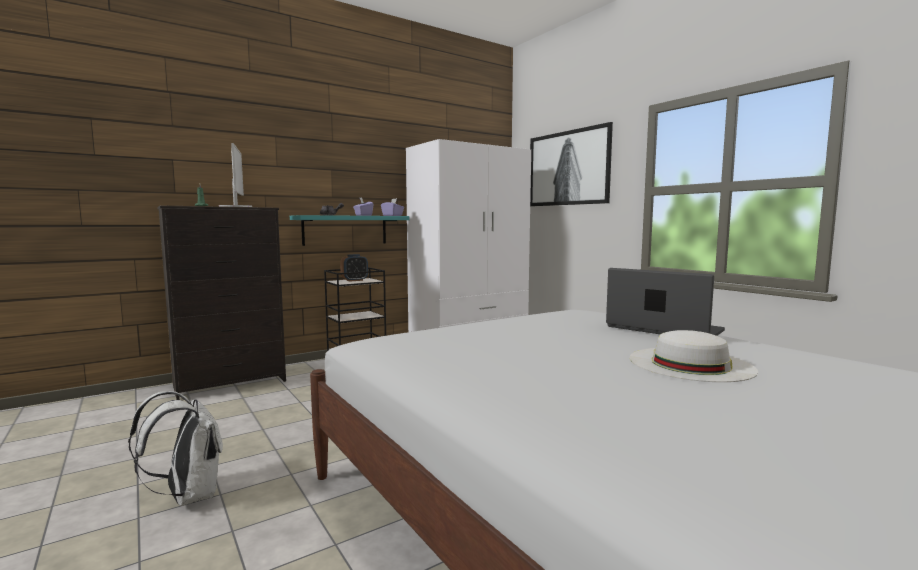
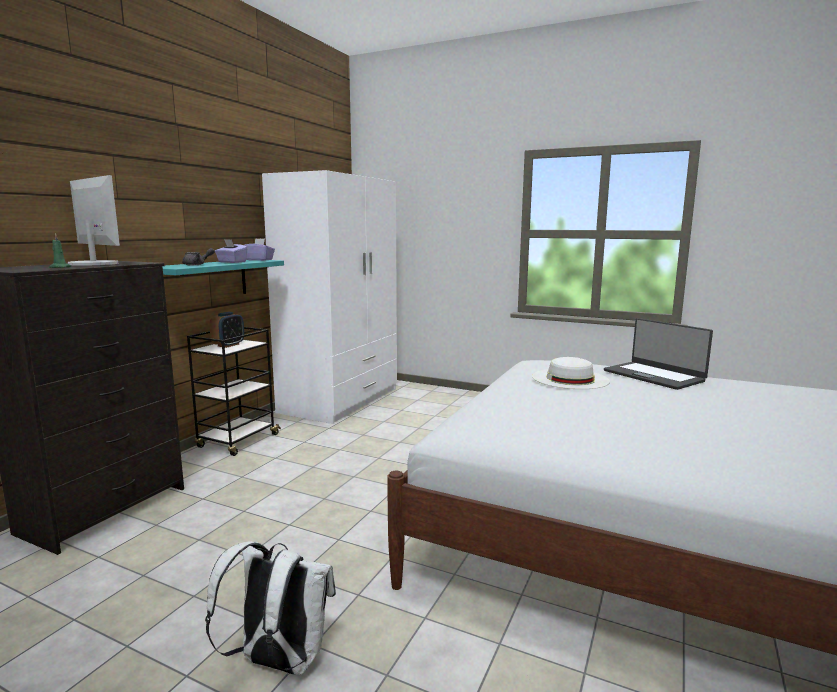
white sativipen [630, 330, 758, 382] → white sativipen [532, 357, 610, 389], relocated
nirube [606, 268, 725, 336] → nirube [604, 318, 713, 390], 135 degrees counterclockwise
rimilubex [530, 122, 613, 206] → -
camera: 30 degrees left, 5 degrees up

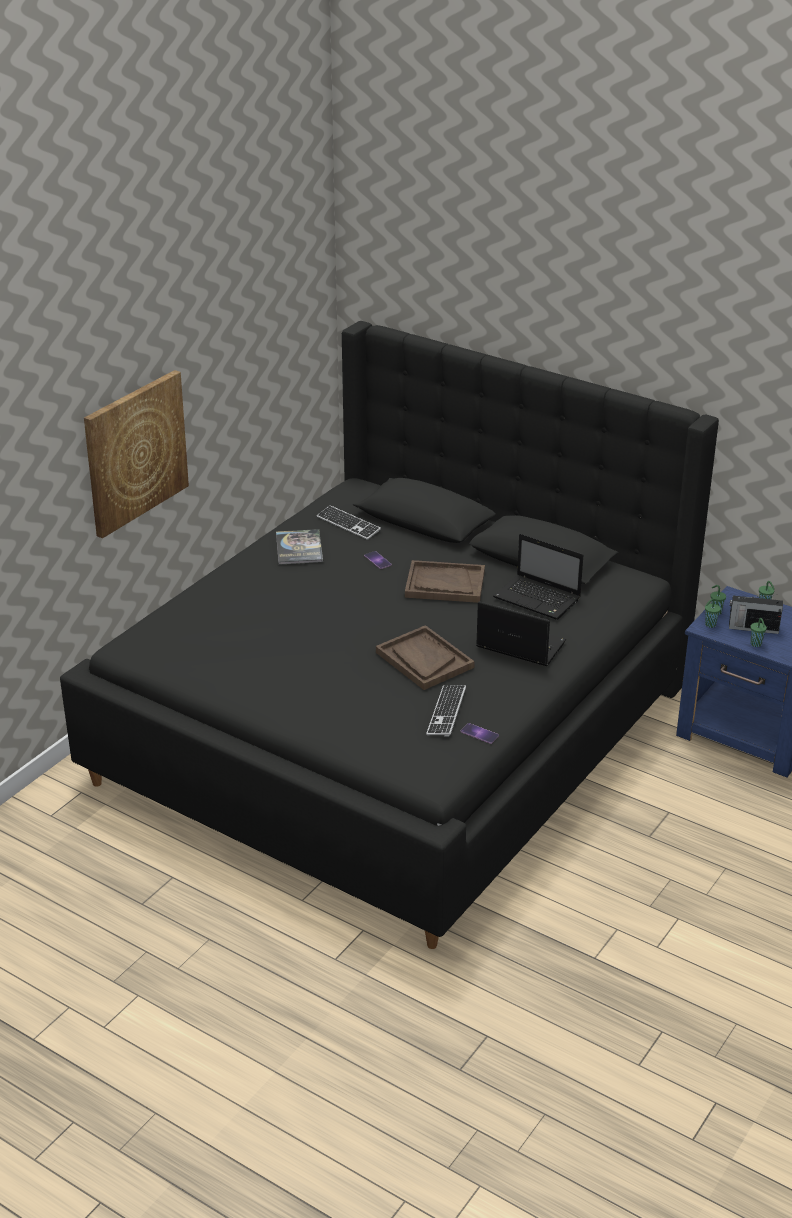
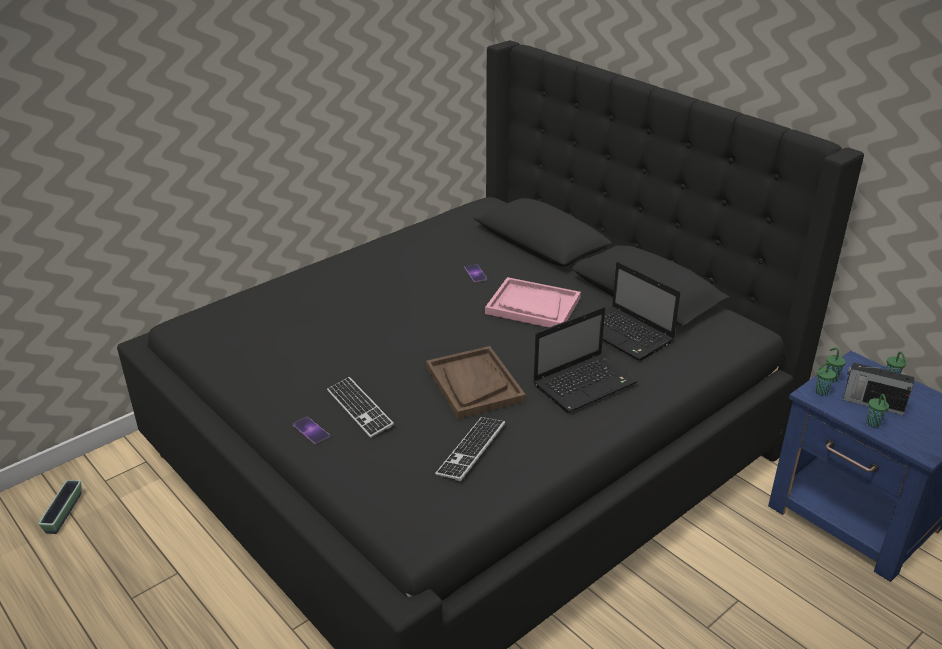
- → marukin [38, 480, 81, 534]
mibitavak [460, 723, 499, 744] → mibitavak [293, 417, 330, 444], relocated
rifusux [317, 505, 381, 540] → rifusux [327, 377, 394, 438], relocated
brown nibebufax [405, 560, 485, 603] → pink nibebufax [485, 277, 581, 328]
nirube [476, 601, 566, 666] → nirube [533, 307, 638, 413], 105 degrees clockwise
rimilubex [84, 370, 189, 538] → -
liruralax [276, 529, 323, 565] → -
camera: 15 degrees right, 0 degrees up

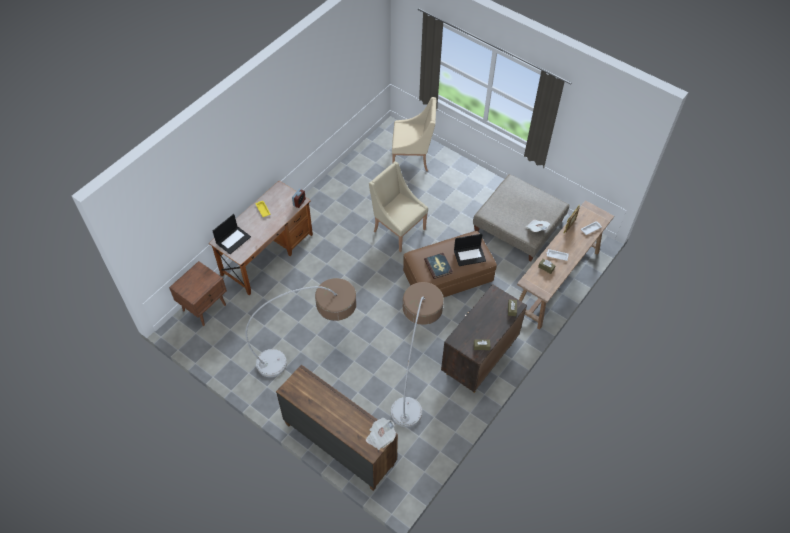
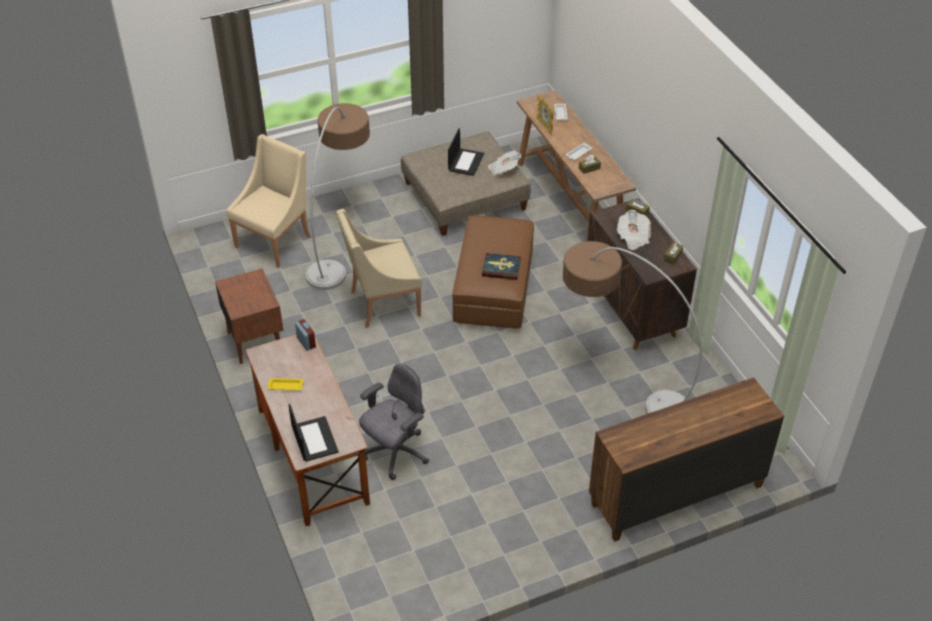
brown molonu [169, 261, 227, 326] → brown molonu [215, 268, 284, 364], relocated
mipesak [245, 278, 357, 377] → mipesak [305, 103, 370, 290], relocated
- → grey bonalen [359, 363, 429, 480]
nirube [454, 234, 486, 266] → nirube [448, 128, 484, 176], relocated
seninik [366, 418, 396, 450] → seninik [617, 210, 651, 250], relocated
camera: 60 degrees left, 10 degrees down

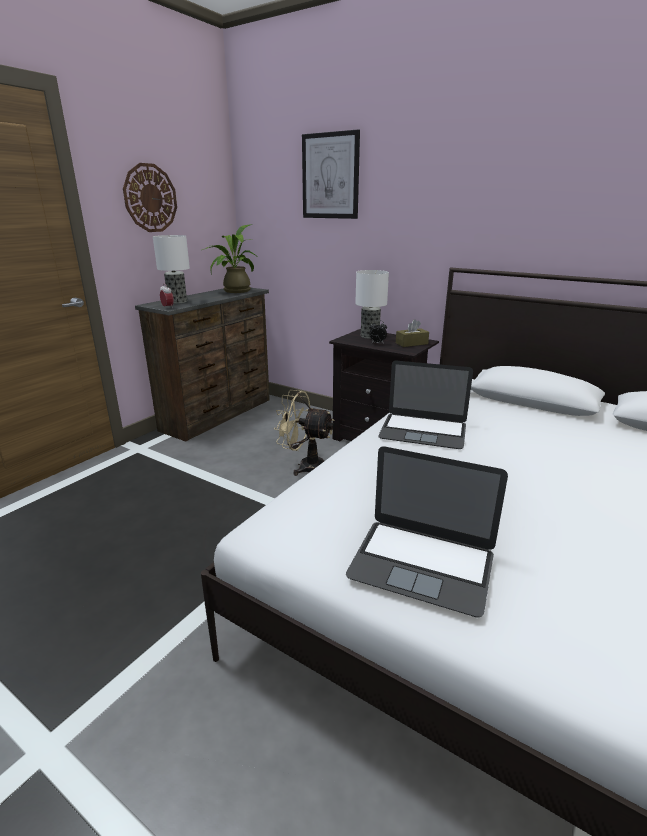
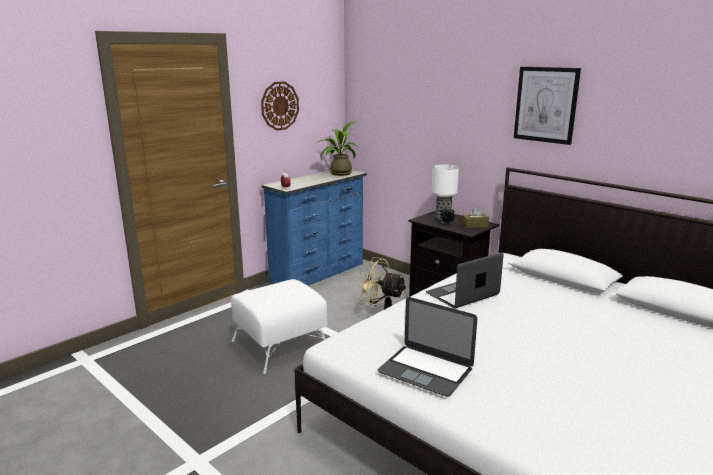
- → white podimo [231, 279, 328, 374]
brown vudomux [135, 288, 270, 442] → blue vudomux [262, 170, 367, 286]
nirube [378, 361, 473, 449] → nirube [426, 253, 504, 308], 120 degrees clockwise
rimilubex [302, 129, 360, 219] → rimilubex [514, 67, 581, 145], relocated
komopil [153, 235, 190, 304] → -
camera: 10 degrees right, 5 degrees down

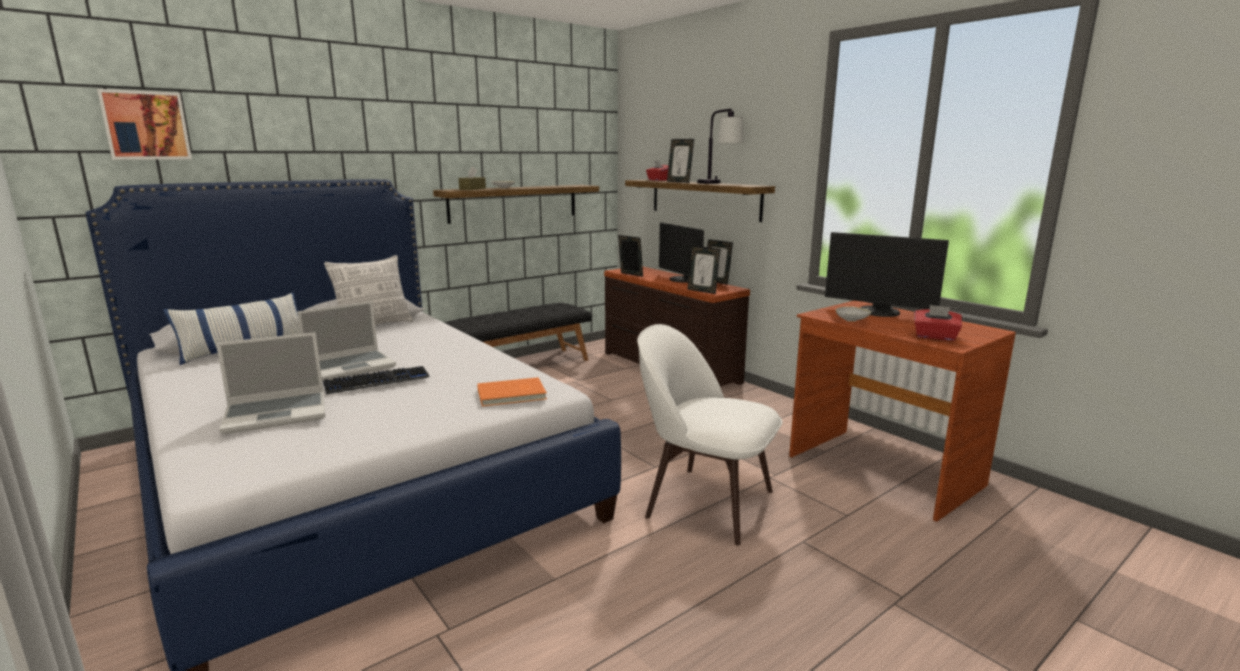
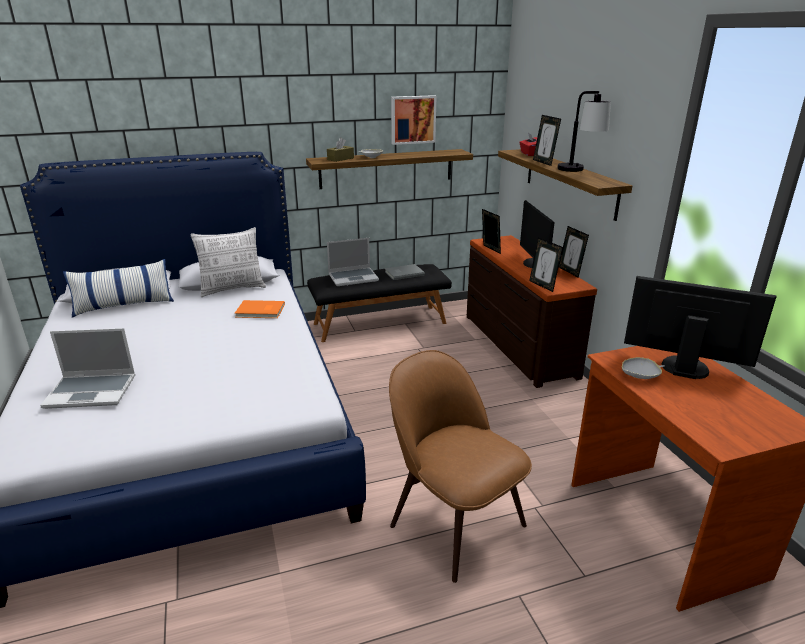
orange liruralax [477, 377, 547, 406] → orange liruralax [234, 300, 285, 318], relocated
nirube [297, 301, 396, 382] → nirube [327, 238, 379, 286], relocated
- → grey liruralax [385, 264, 425, 280]
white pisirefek [637, 324, 783, 546] → brown pisirefek [389, 350, 532, 583]
rimilubex [97, 89, 192, 160] → rimilubex [391, 95, 436, 145], relocated
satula [825, 232, 949, 317] → satula [624, 276, 777, 379], 150 degrees clockwise
rifusux [323, 366, 430, 394] → -
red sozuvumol [915, 305, 962, 341] → -
camera: 20 degrees right, 10 degrees up

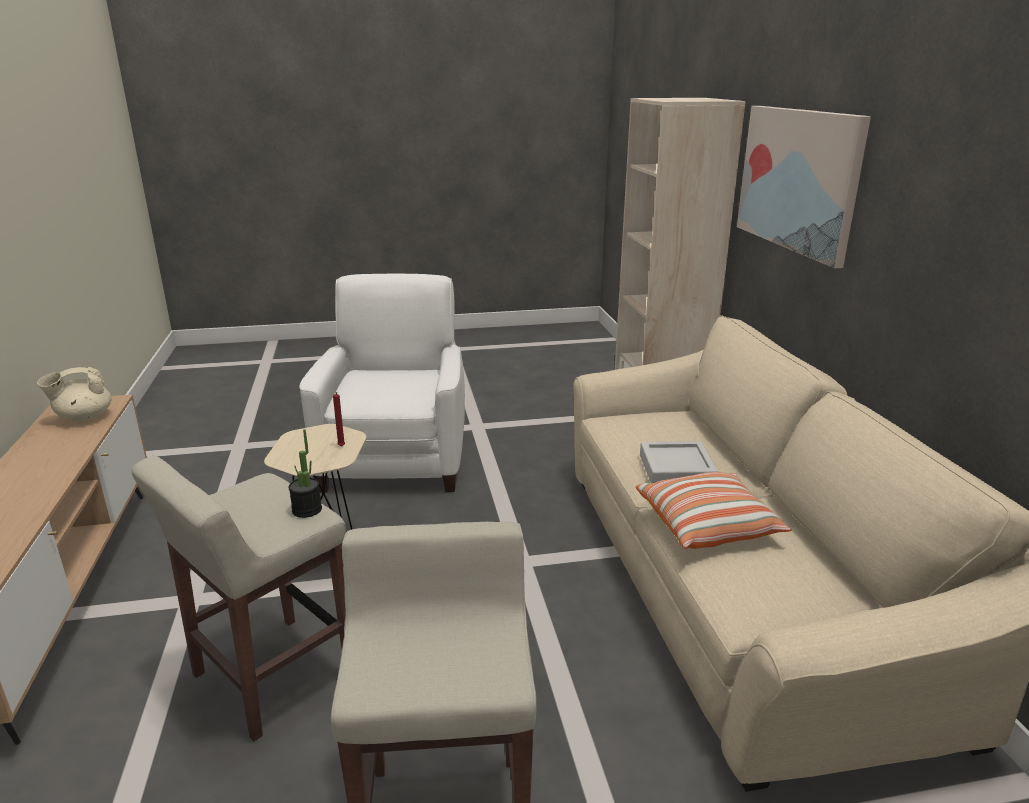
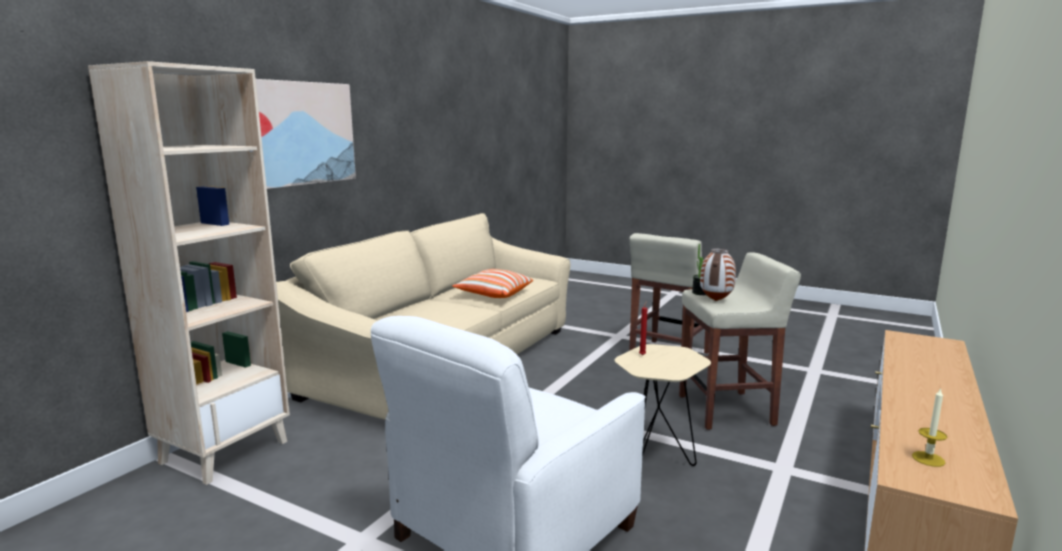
- → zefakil [700, 248, 736, 301]
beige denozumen [37, 367, 112, 422] → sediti [912, 388, 947, 467]
grey nibebufax [640, 441, 718, 483] → -
camera: 140 degrees left, 10 degrees down

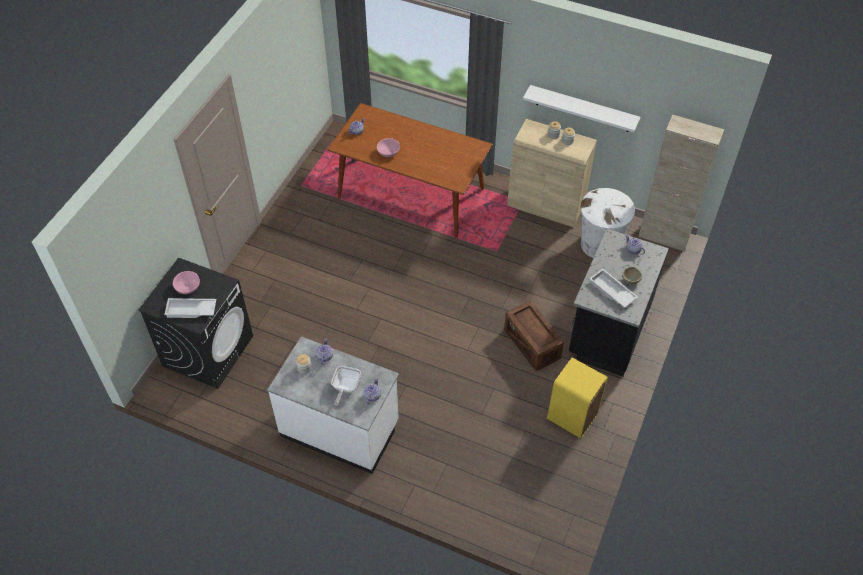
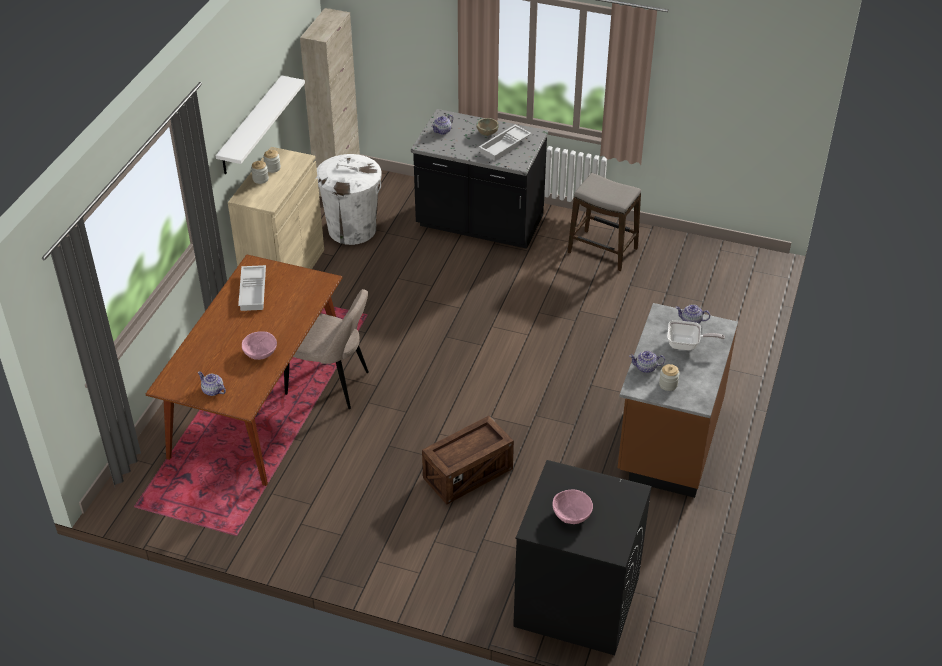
white nibebufax [164, 298, 216, 318] → white nibebufax [238, 265, 266, 311], relocated
- → beige pisirefek [284, 289, 369, 409]
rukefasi [504, 301, 564, 371] → rukefasi [422, 416, 514, 504], relocated
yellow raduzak [547, 357, 608, 438] → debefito [568, 173, 641, 271]
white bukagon [267, 336, 399, 474] → brown bukagon [617, 303, 738, 498]
camera: 95 degrees left, 10 degrees down

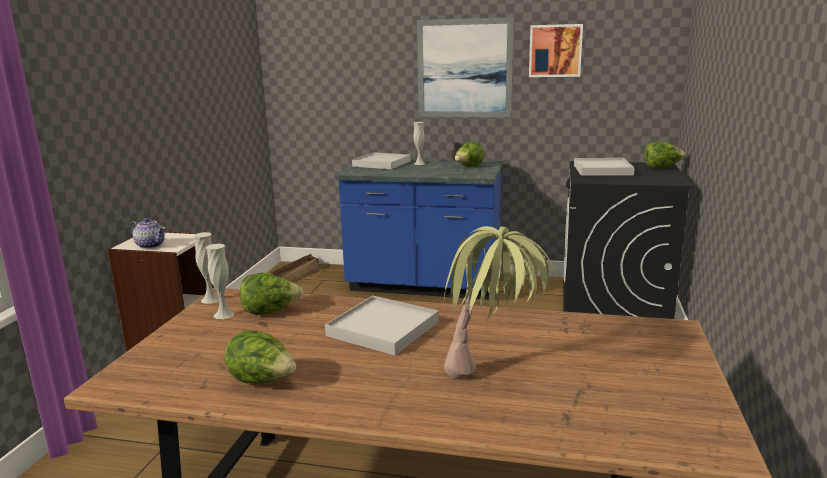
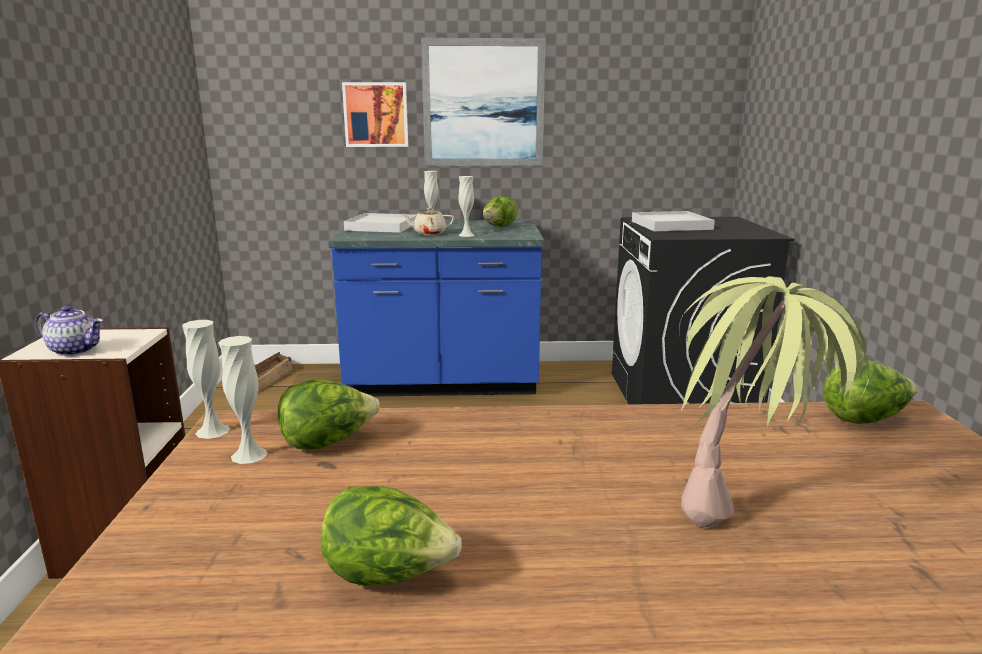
rimilubex [529, 24, 583, 77] → rimilubex [342, 82, 408, 147], relocated
- → beige denozumen [402, 208, 455, 235]
- → white zefakil [458, 176, 475, 237]
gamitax [644, 141, 686, 169] → gamitax [823, 360, 917, 424], relocated
white nibebufax [325, 296, 439, 355] → -
camera: 15 degrees left, 0 degrees up

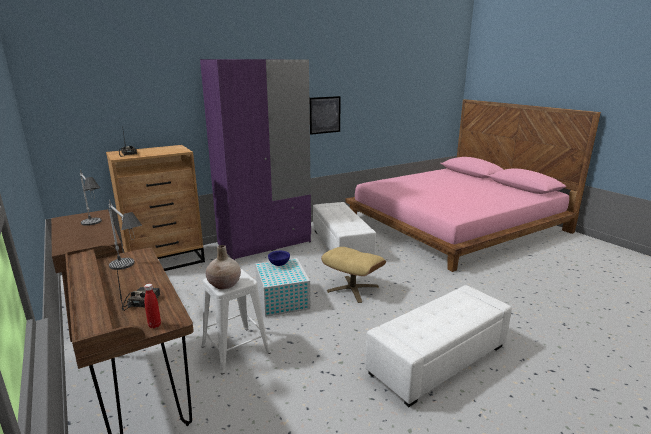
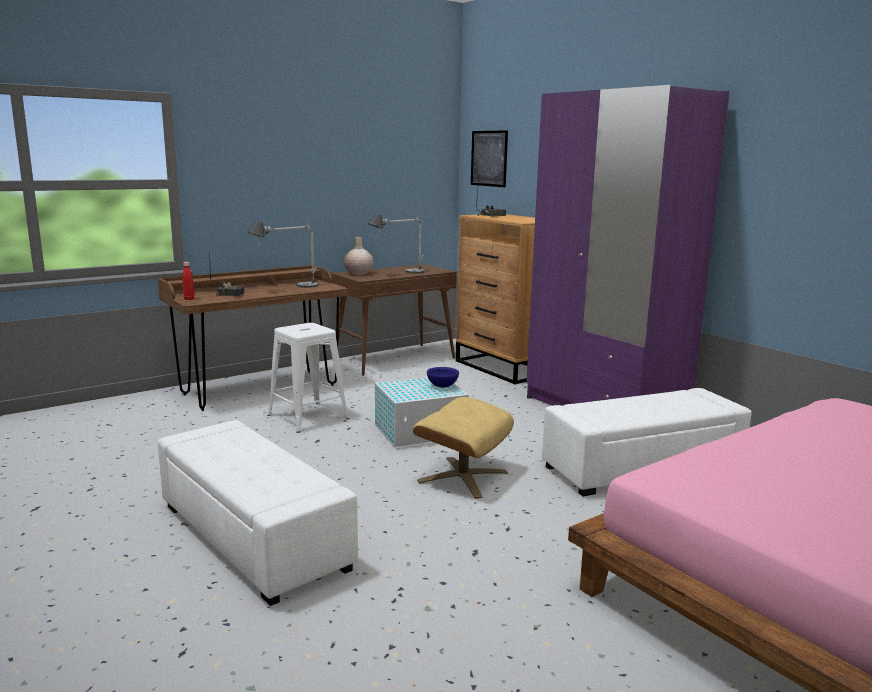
beige zefakil [206, 245, 241, 290] → beige zefakil [344, 237, 374, 275], relocated
rimilubex [310, 96, 341, 135] → rimilubex [471, 130, 508, 187], relocated
camera: 85 degrees right, 5 degrees down

